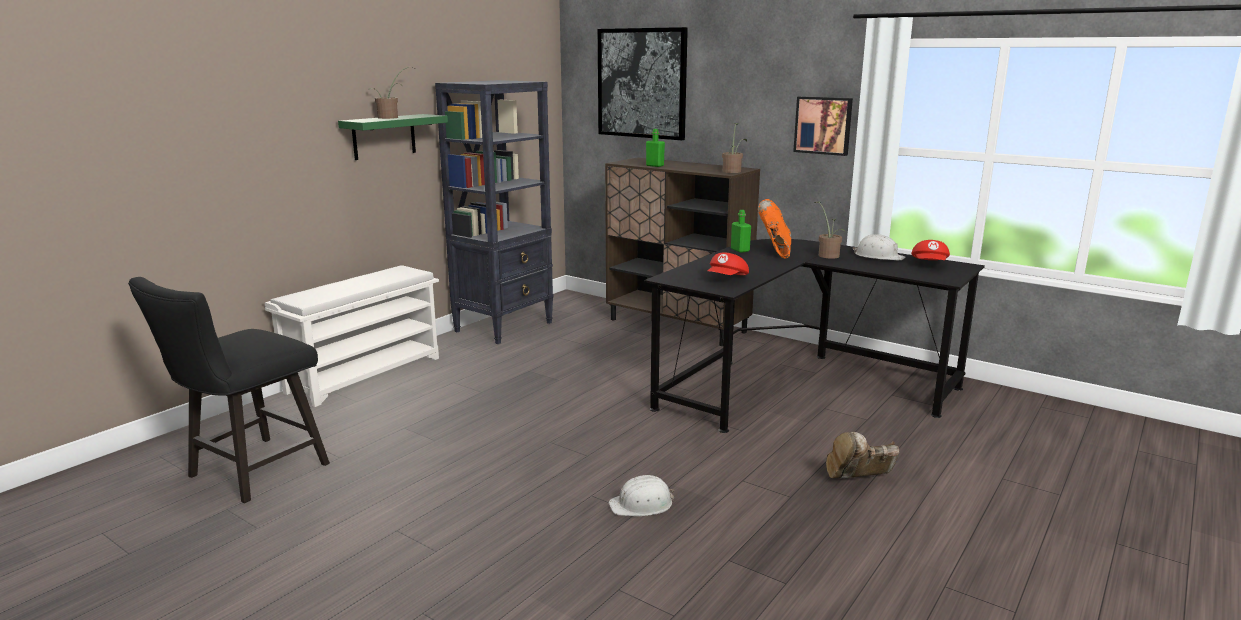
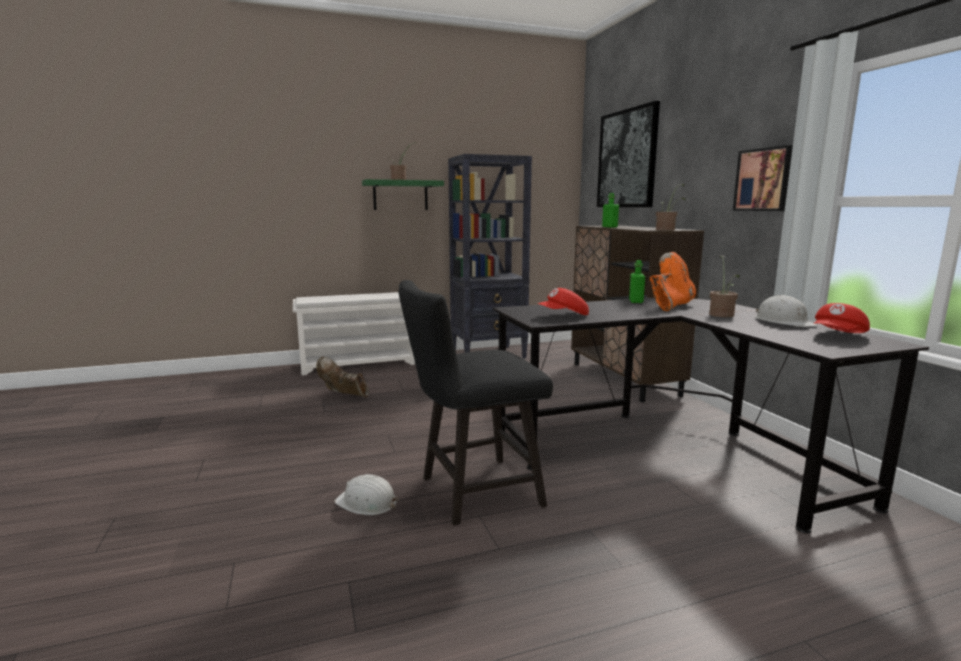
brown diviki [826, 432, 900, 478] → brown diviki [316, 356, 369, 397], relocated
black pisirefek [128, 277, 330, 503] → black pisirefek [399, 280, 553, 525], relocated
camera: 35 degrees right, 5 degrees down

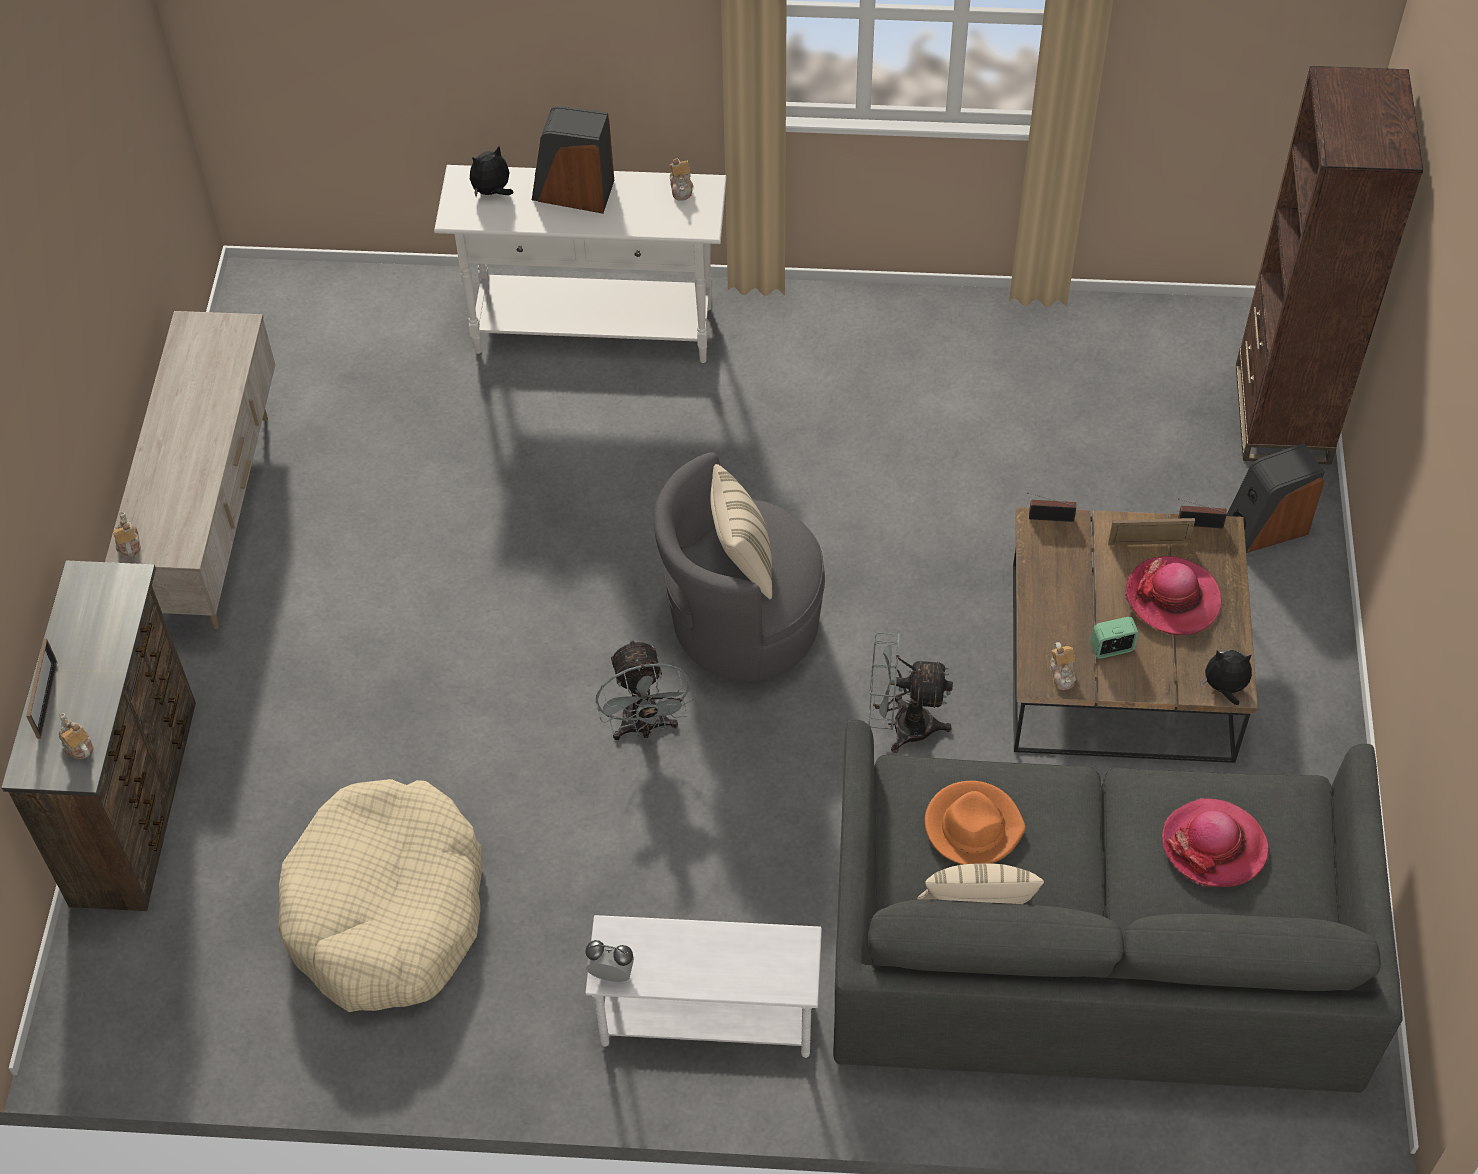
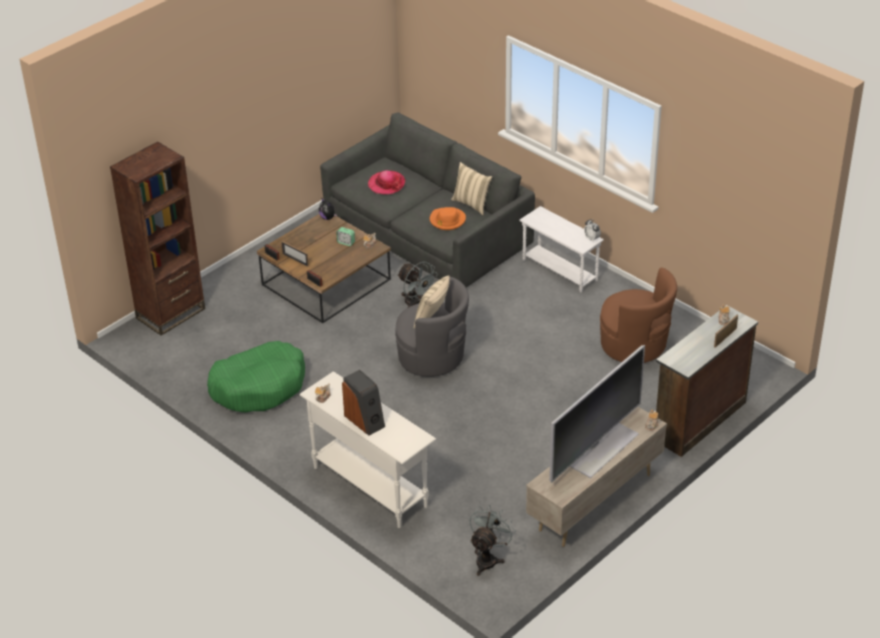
- → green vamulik [207, 341, 305, 412]
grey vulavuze [596, 638, 694, 740] → grey vulavuze [469, 505, 516, 576], relocated
- → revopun [549, 345, 645, 483]
beige vamulik [278, 779, 482, 1012] → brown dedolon [600, 268, 677, 363]
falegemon [470, 146, 513, 197] → -
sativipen [1125, 556, 1222, 635] → -
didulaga [1227, 443, 1324, 553] → -
camera: 140 degrees left, 15 degrees down

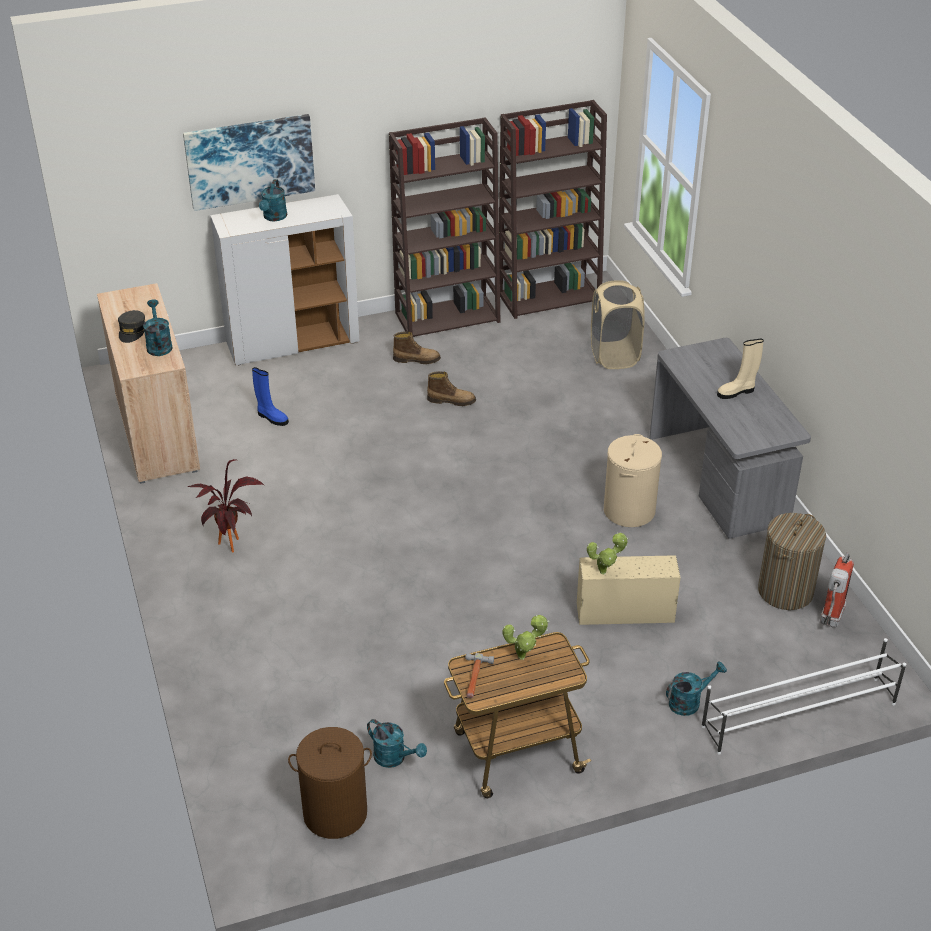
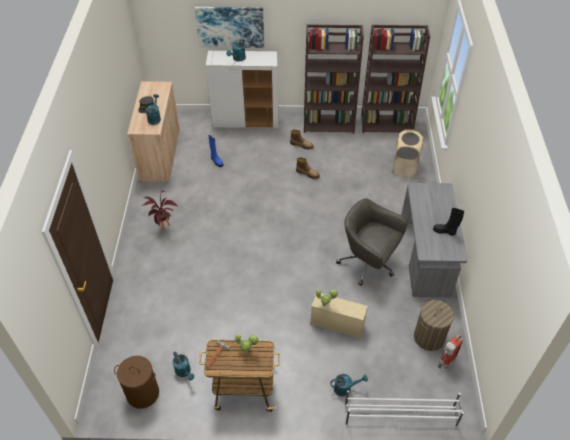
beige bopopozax [604, 434, 662, 527] → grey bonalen [336, 199, 407, 286]
- → black diviki [433, 208, 464, 236]
beige diviki [717, 339, 764, 399] → -
camera: 20 degrees right, 10 degrees up

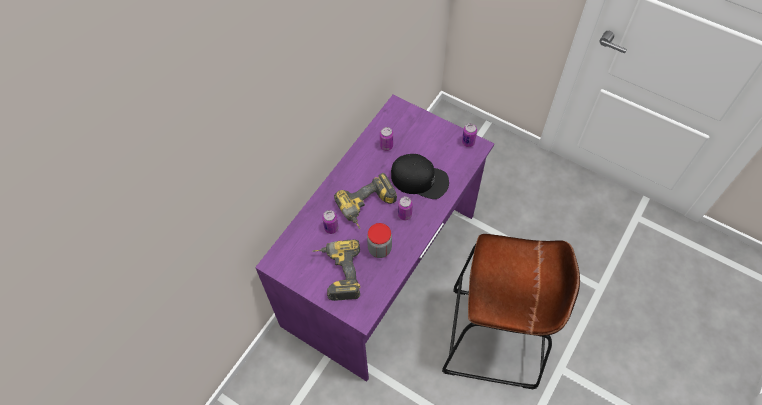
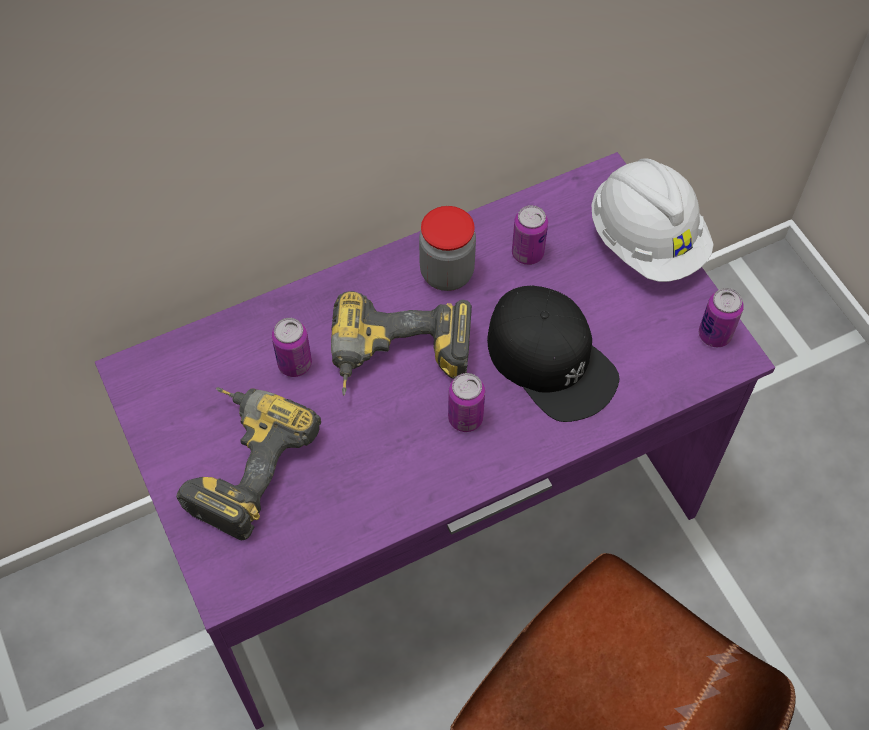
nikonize [367, 223, 392, 258] → nikonize [419, 206, 476, 291], relocated
- → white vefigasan [592, 158, 714, 282]
camera: 30 degrees right, 0 degrees up

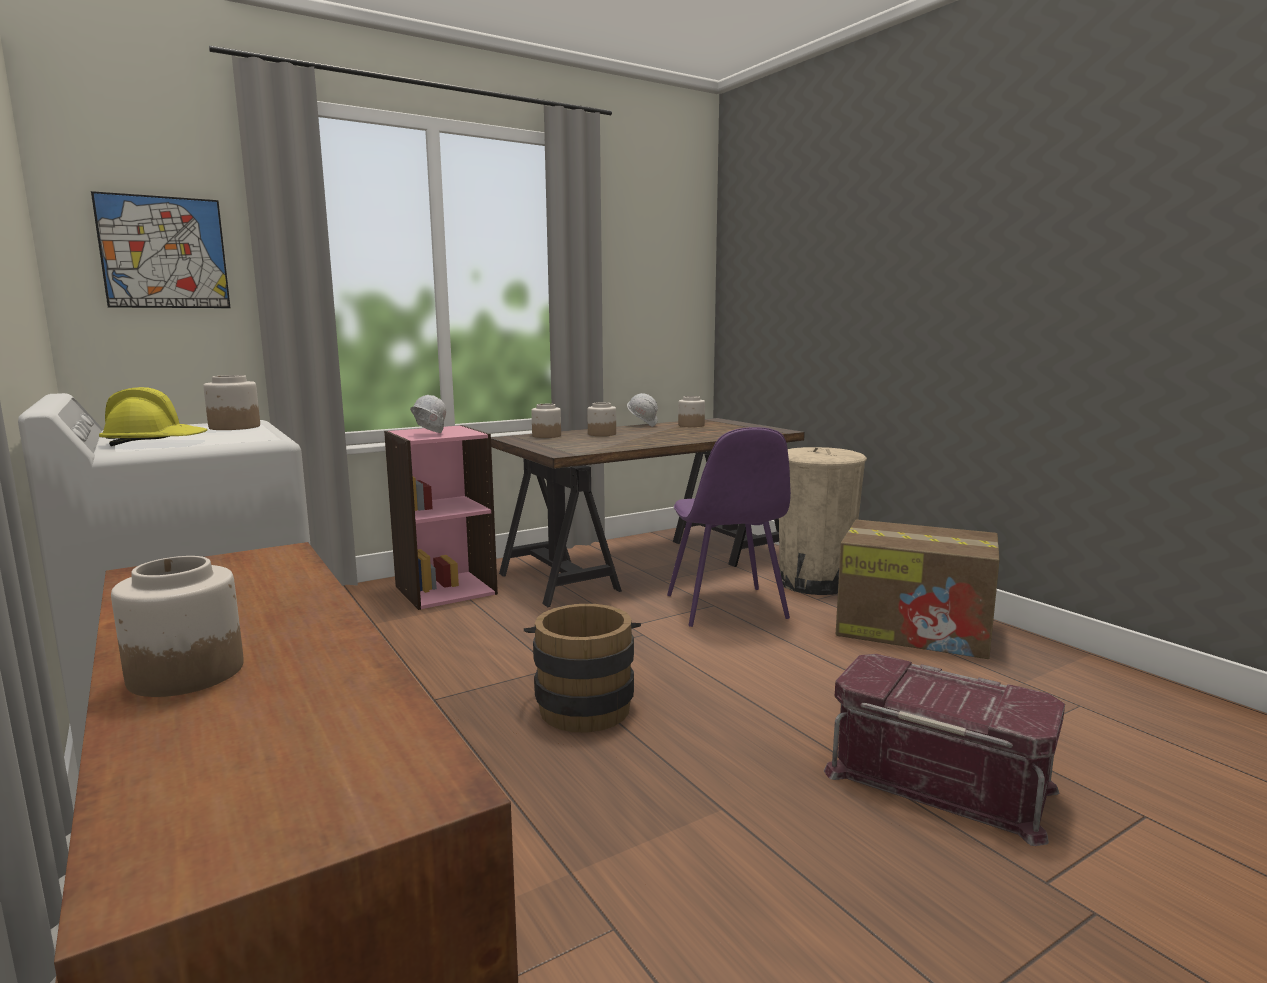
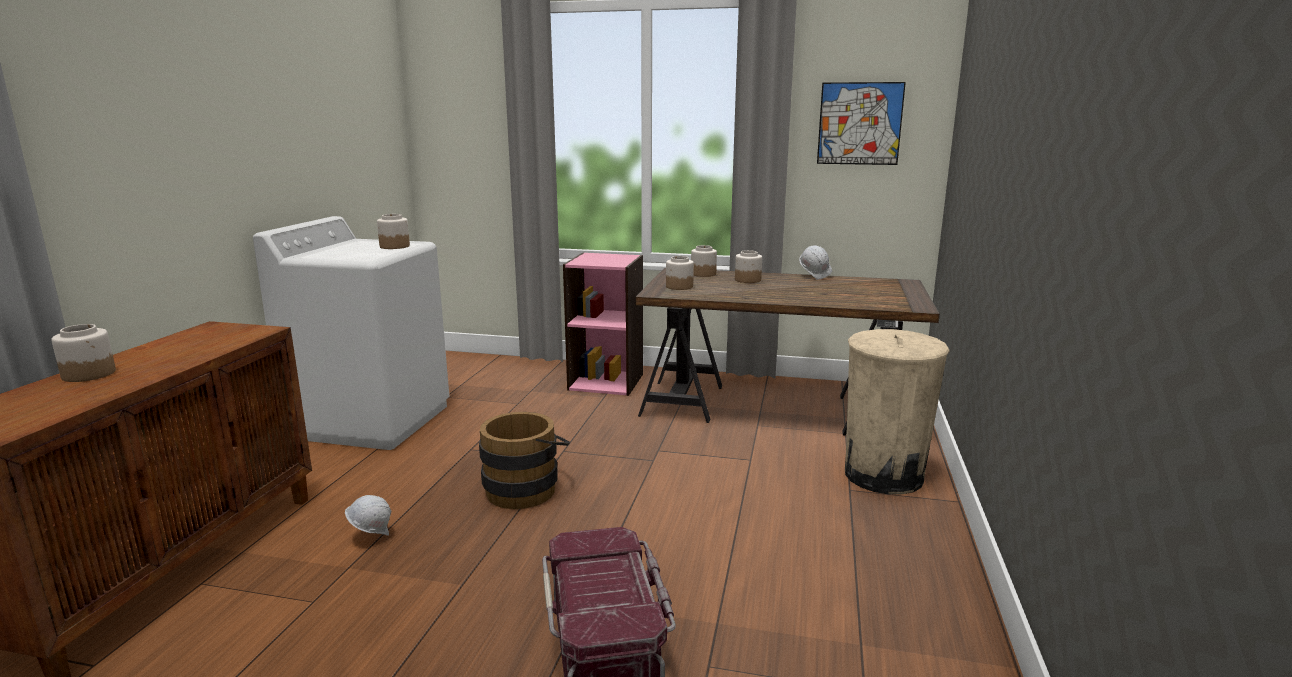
white vefigasan [410, 395, 446, 433] → white vefigasan [345, 495, 391, 536], relocated
nikonize [678, 396, 705, 427] → nikonize [666, 256, 694, 290], relocated
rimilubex [91, 191, 230, 308] → rimilubex [817, 82, 906, 165], relocated
yellow vefigasan [99, 387, 208, 446] → -
purple pisirefek [667, 427, 791, 627] → -
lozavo [836, 519, 1000, 659] → -
camera: 45 degrees right, 5 degrees up

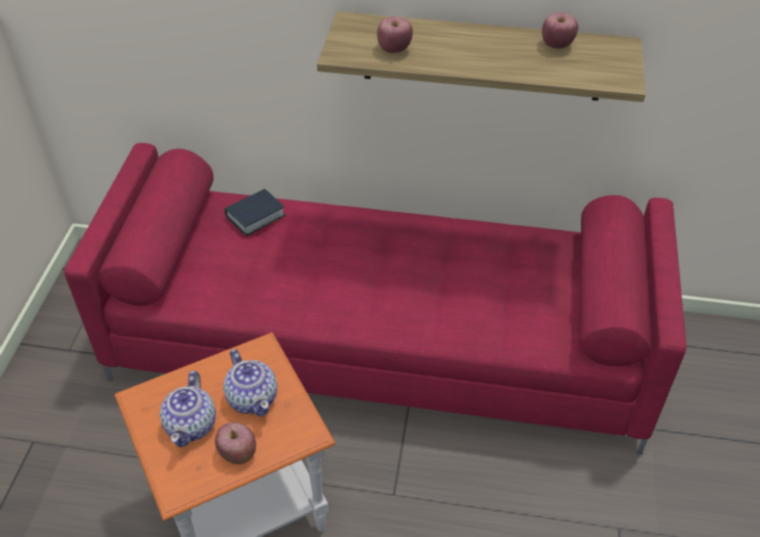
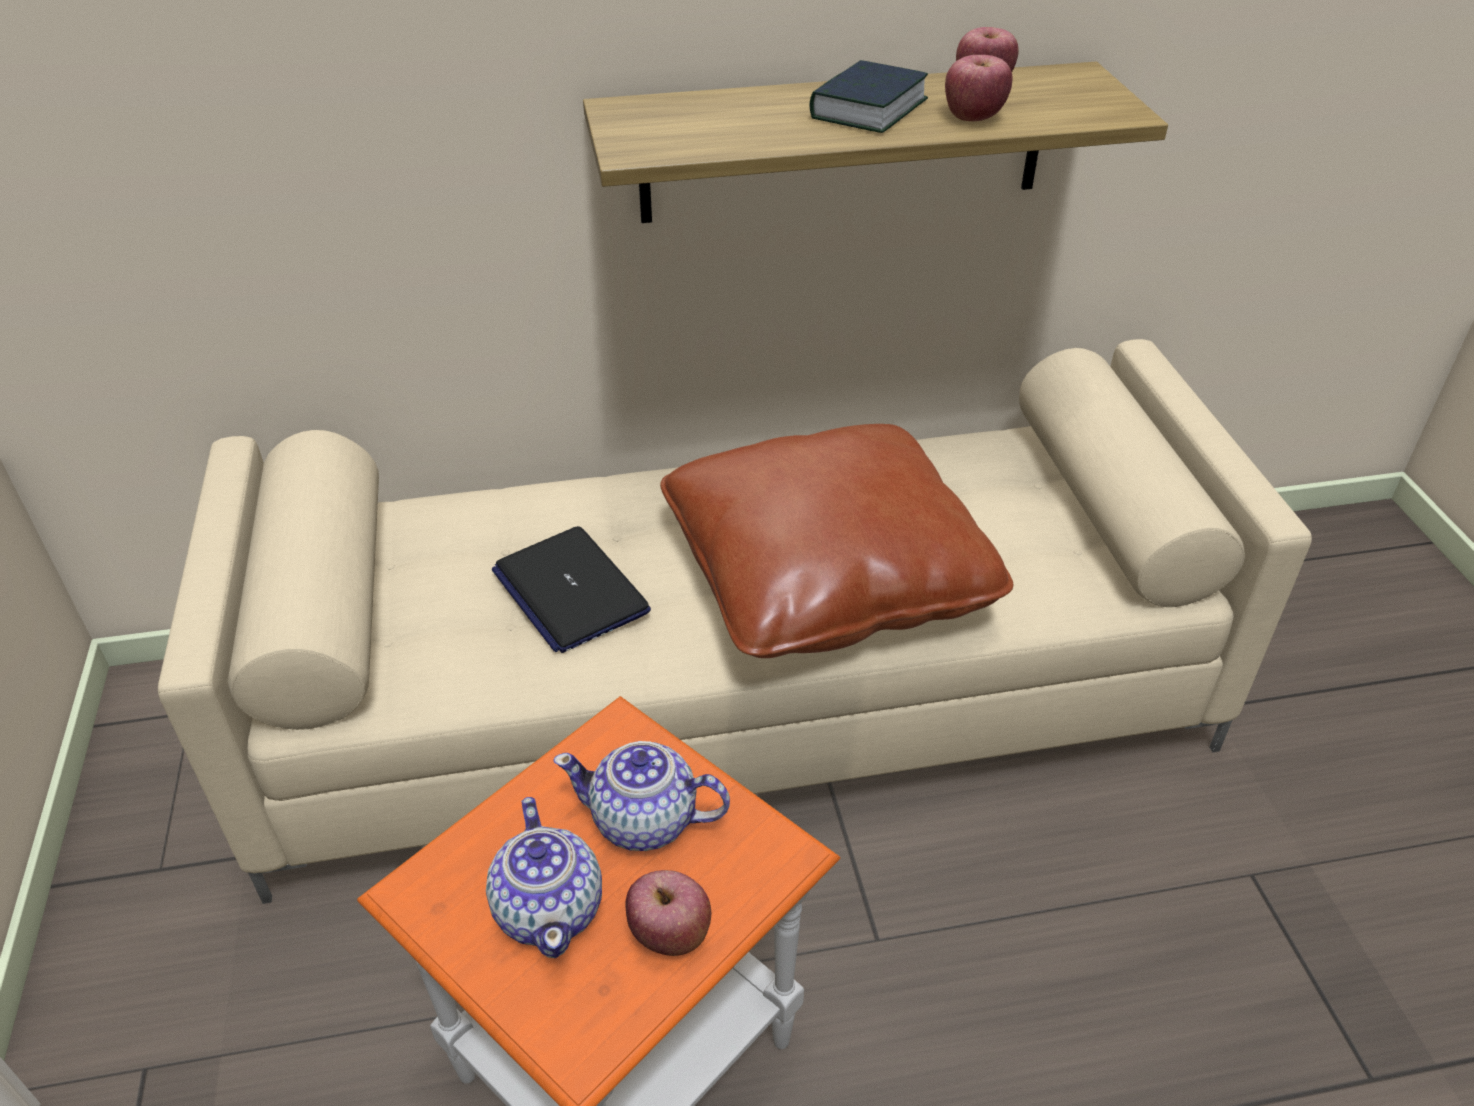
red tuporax [64, 143, 686, 455] → beige tuporax [158, 339, 1312, 904]
- → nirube [491, 526, 651, 653]
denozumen [223, 349, 277, 416] → denozumen [553, 741, 730, 851], 150 degrees clockwise
- → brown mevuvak [660, 424, 1013, 658]
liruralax [225, 189, 286, 236] → liruralax [810, 60, 928, 133], relocated
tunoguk [377, 16, 413, 53] → tunoguk [945, 55, 1013, 121], relocated
camera: 20 degrees left, 5 degrees down

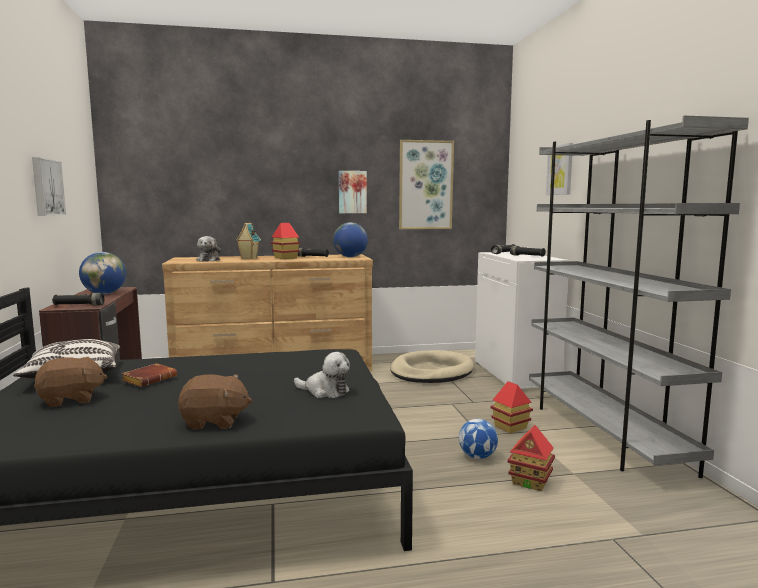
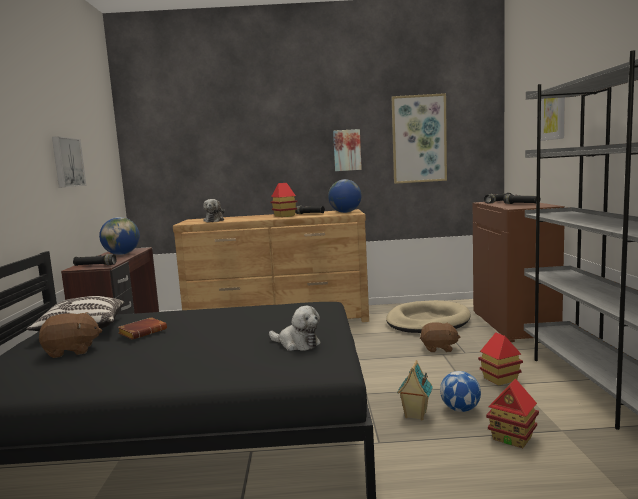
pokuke [236, 223, 261, 259] → pokuke [397, 360, 433, 420], relocated
brown falegemon [178, 374, 252, 430] → brown falegemon [420, 322, 460, 352], relocated
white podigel [475, 252, 569, 389] → brown podigel [473, 201, 565, 342]
camera: 10 degrees right, 0 degrees up

